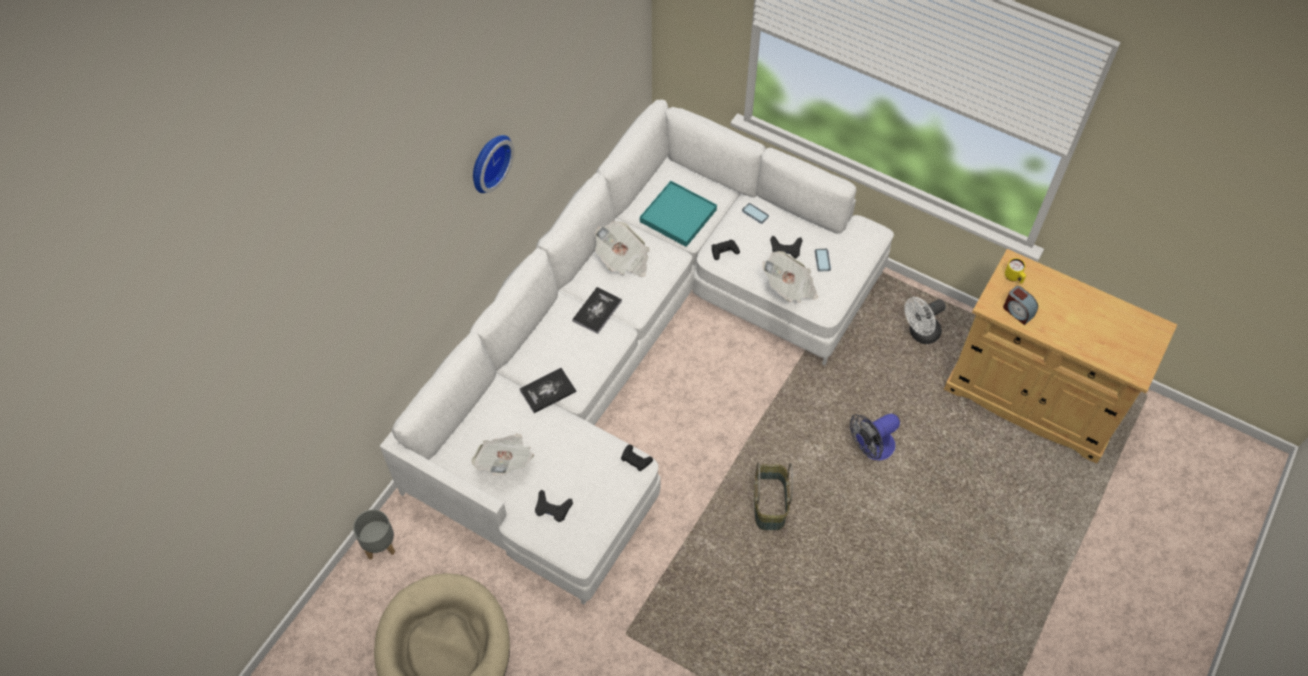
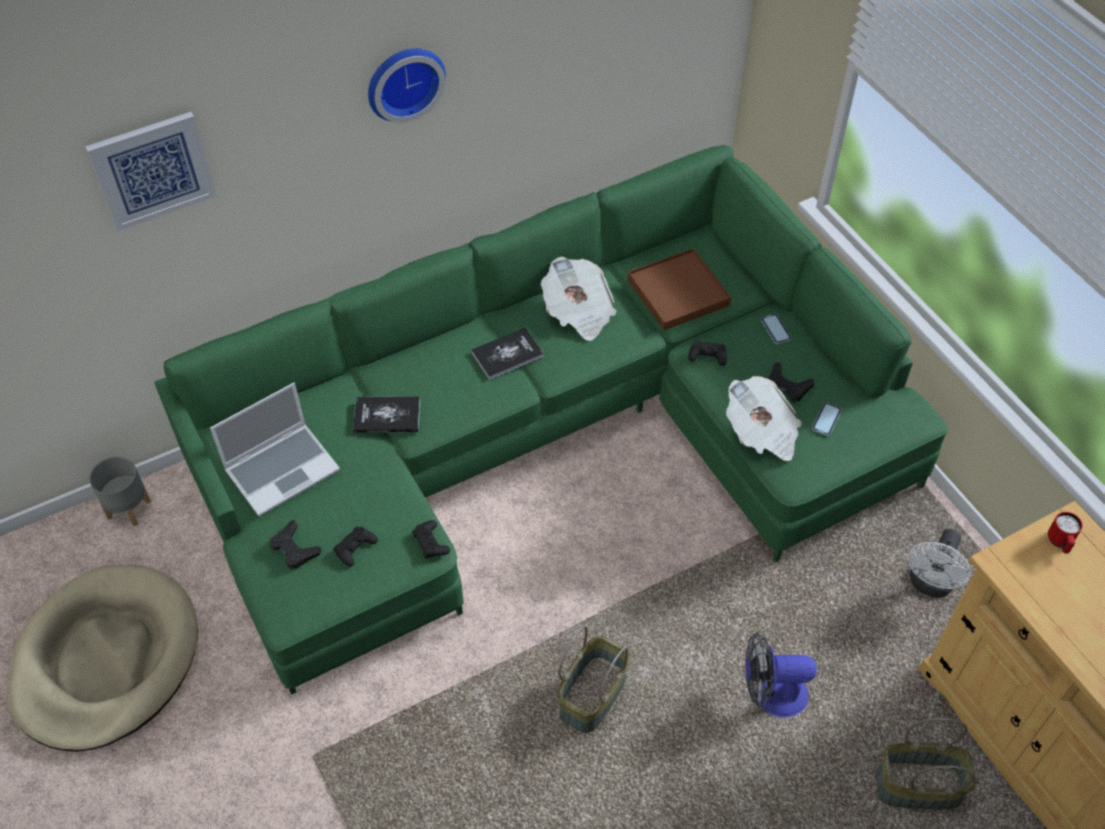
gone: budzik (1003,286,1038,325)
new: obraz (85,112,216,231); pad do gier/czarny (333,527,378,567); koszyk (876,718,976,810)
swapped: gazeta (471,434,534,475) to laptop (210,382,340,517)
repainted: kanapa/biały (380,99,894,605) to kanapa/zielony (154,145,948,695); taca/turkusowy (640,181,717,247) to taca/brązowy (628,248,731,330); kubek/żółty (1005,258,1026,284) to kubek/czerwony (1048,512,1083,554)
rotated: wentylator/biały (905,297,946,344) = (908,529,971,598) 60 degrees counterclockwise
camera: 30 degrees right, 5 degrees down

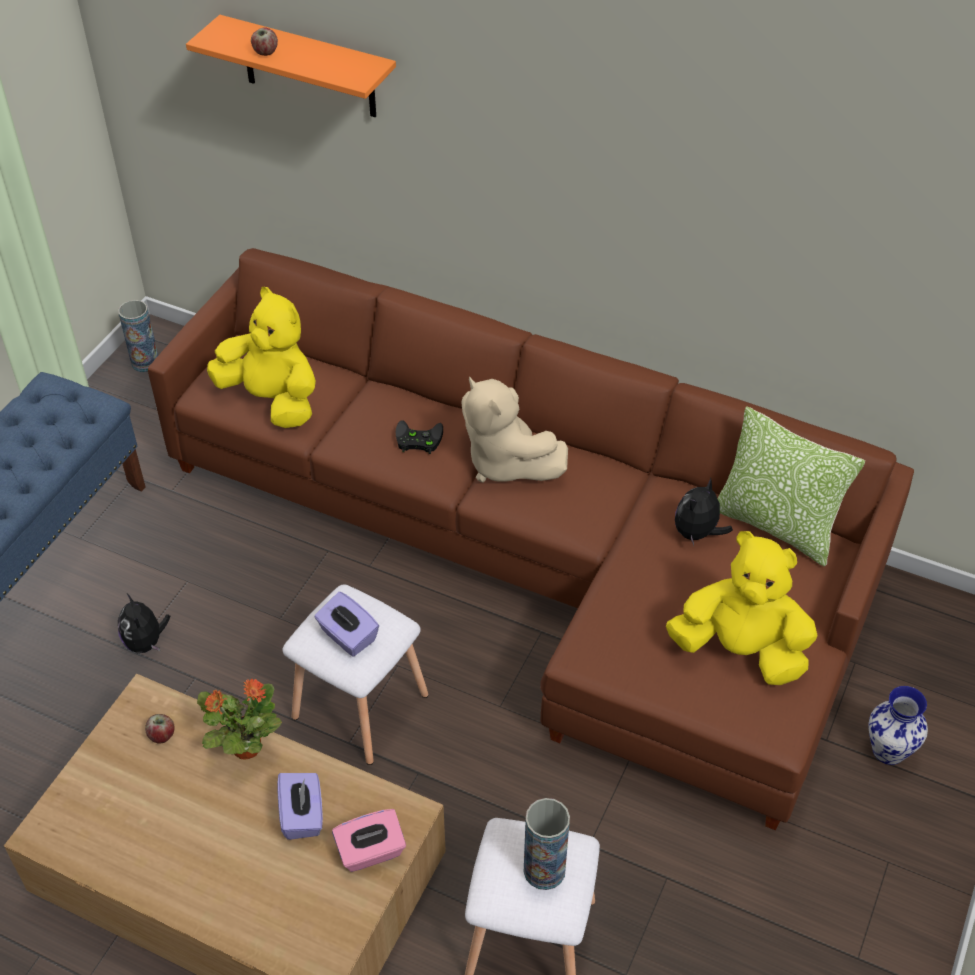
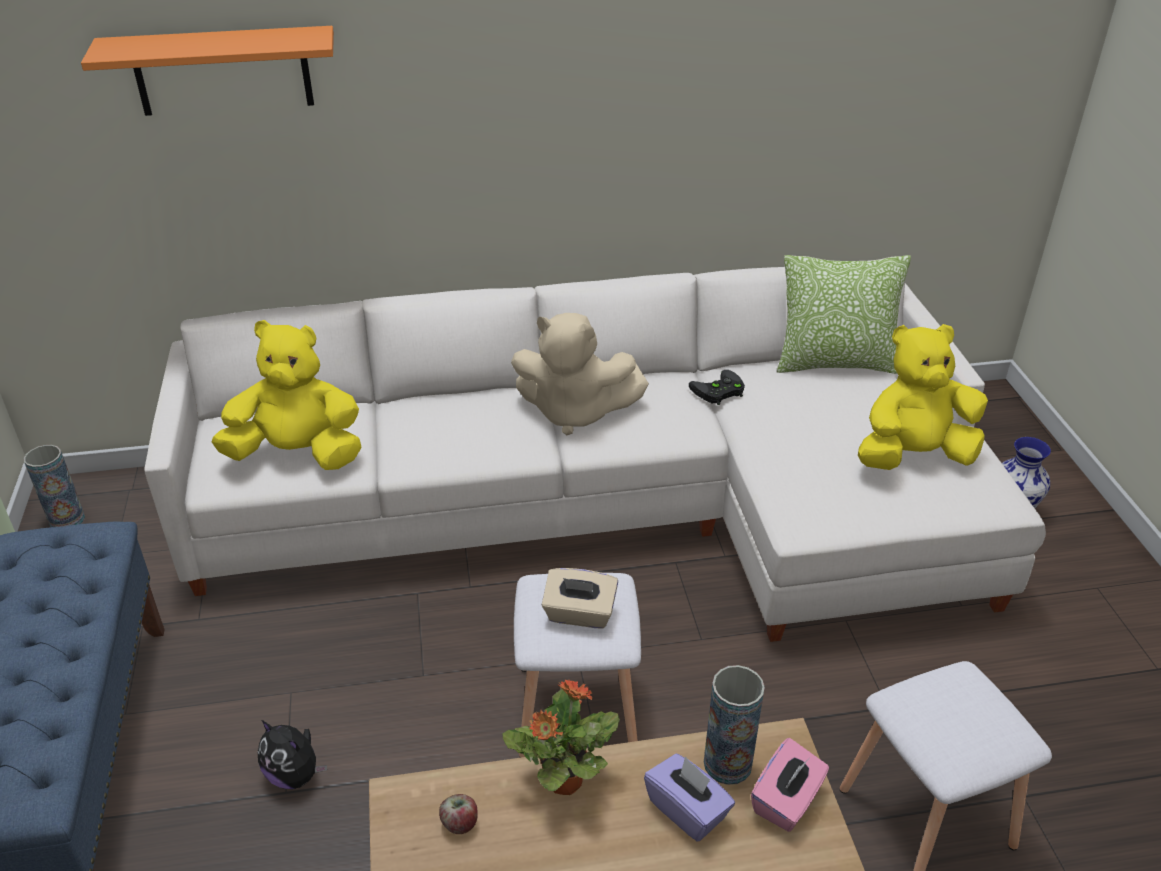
gone: jabłko (251,27,278,56); pluszak (675,478,733,545)
shifted: pad do gier/czarny (396,420,443,454) to (689,370,745,405); wazon (524,798,570,890) to (704,665,765,785)
repainted: kanapa/brązowy (148,248,914,830) to kanapa/biały (144,267,1046,642); pudełko chusteczek/fioletowy (314,592,379,657) to pudełko chusteczek/beżowy (542,568,618,629)
camera: 35 degrees left, 10 degrees down

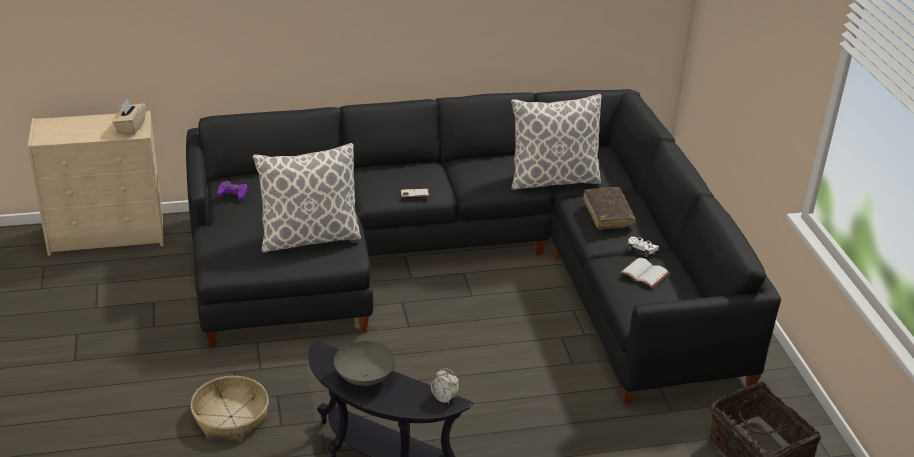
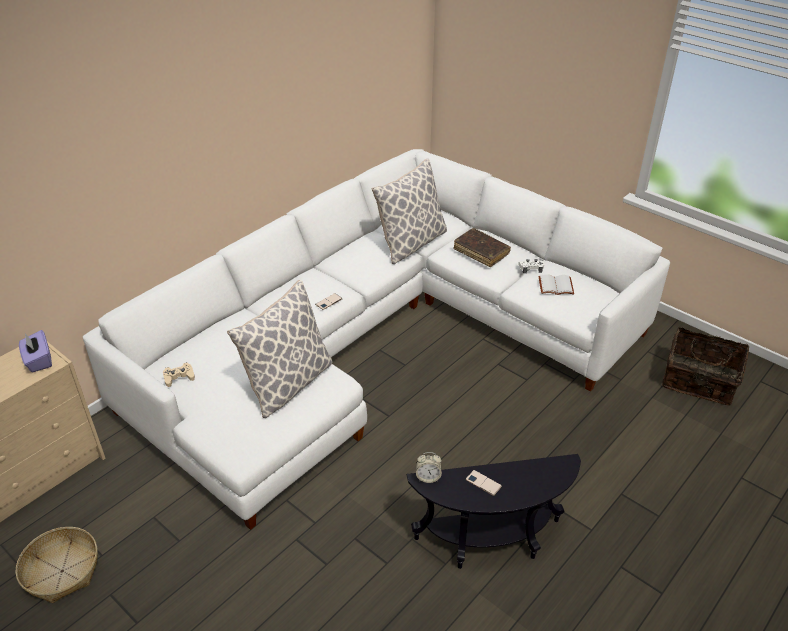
shifted: koszyk (191,376,269,439) to (16,527,98,603); budzik (431,368,460,404) to (416,452,442,483)
swapped: miska/szary (334,341,396,386) to telefon (465,470,502,496)
repainted: pudełko chusteczek/beżowy (112,99,146,135) to pudełko chusteczek/fioletowy (19,330,52,372); kanapa/czarny (186,89,781,404) to kanapa/biały (83,149,670,530); pad do gier/fioletowy (217,181,248,201) to pad do gier/beżowy (163,362,195,387)
camera: 35 degrees left, 5 degrees up

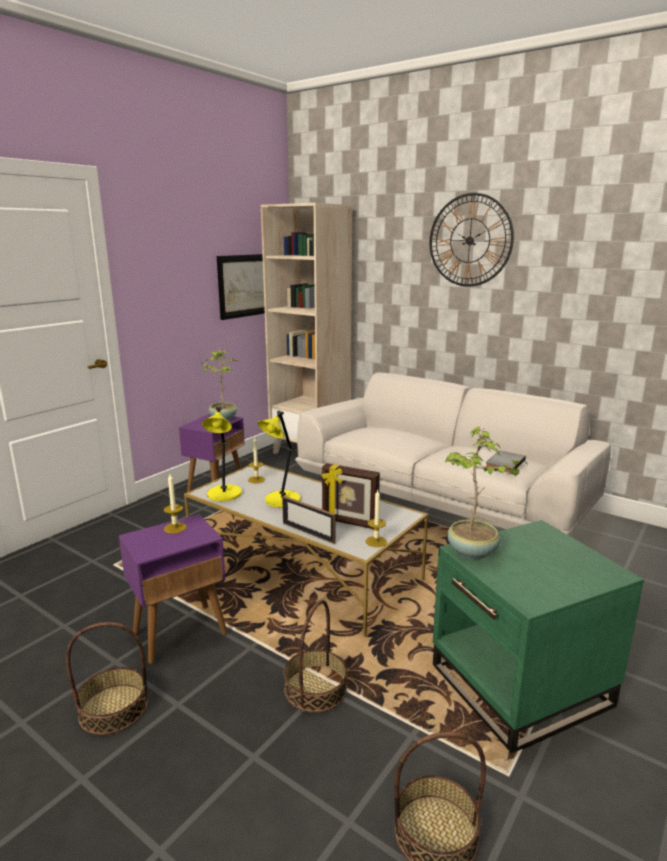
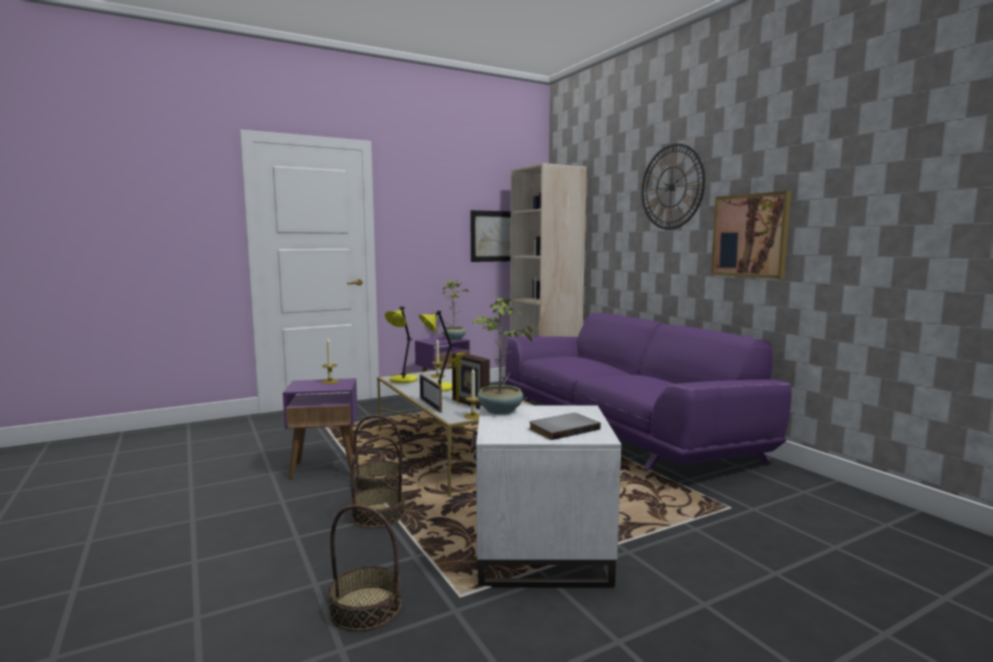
new: obraz (711,191,791,279)
shifted: koszyk (66,622,148,735) to (354,415,403,492); książka/szary (486,451,526,473) to (529,413,601,440)
repainted: kanapa/biały (295,372,611,535) to kanapa/fioletowy (503,313,791,470); stolik/zielony (433,520,644,753) to stolik/biały (471,406,622,588)
camera: 25 degrees right, 10 degrees down

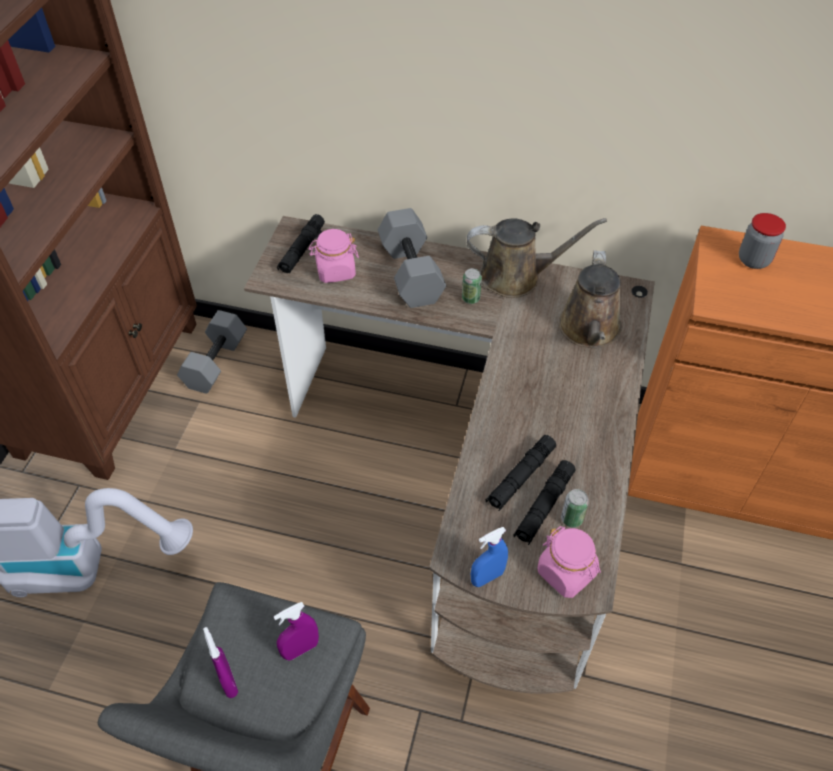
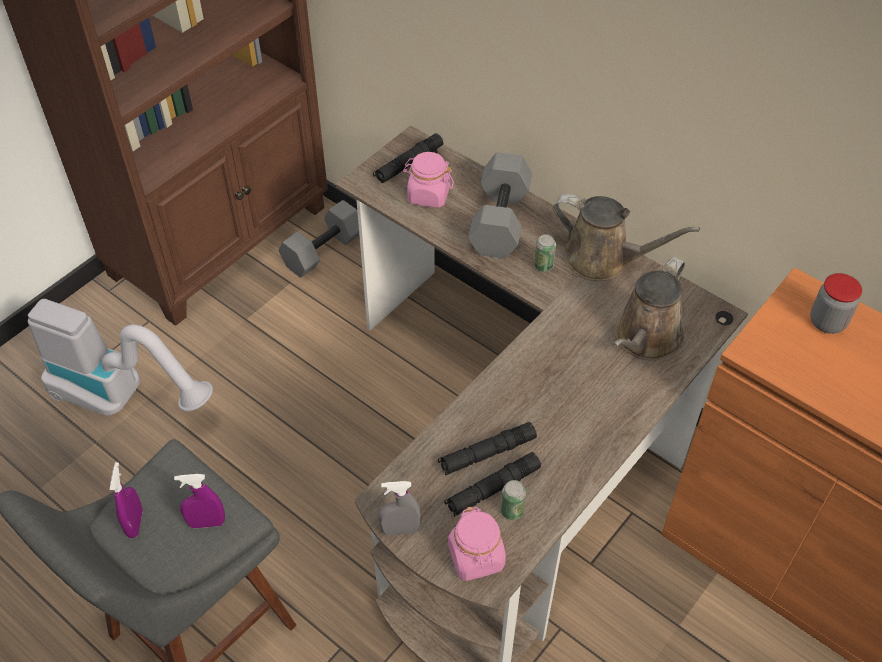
repainted: spryskiwacz/niebieski (471,527,508,587) to spryskiwacz/szary (378,481,421,536)
camera: 25 degrees right, 0 degrees up

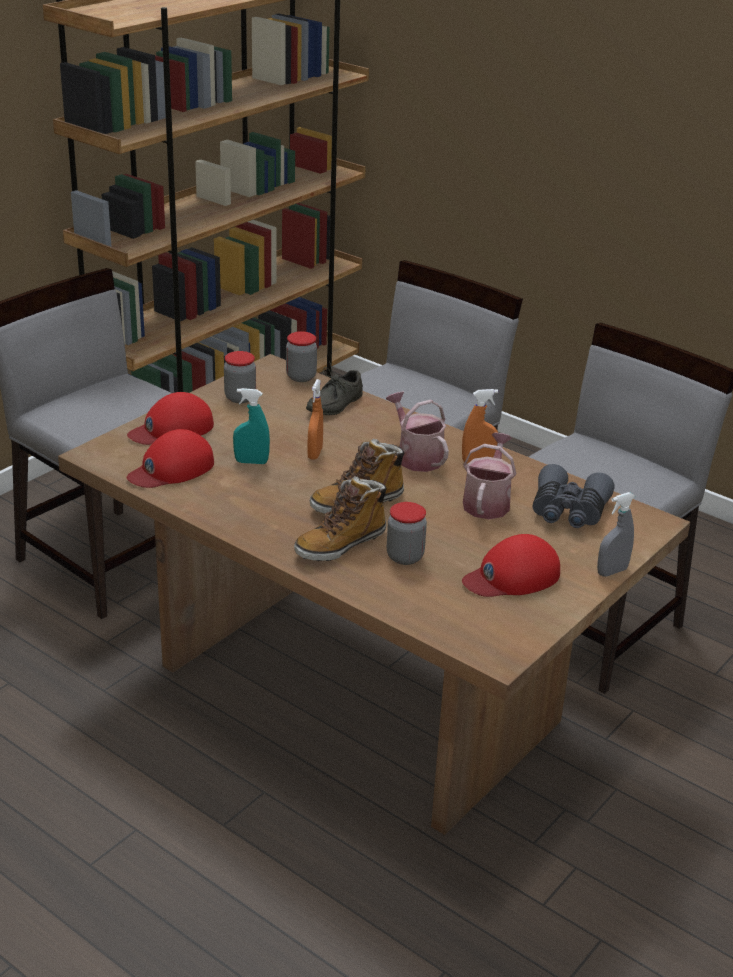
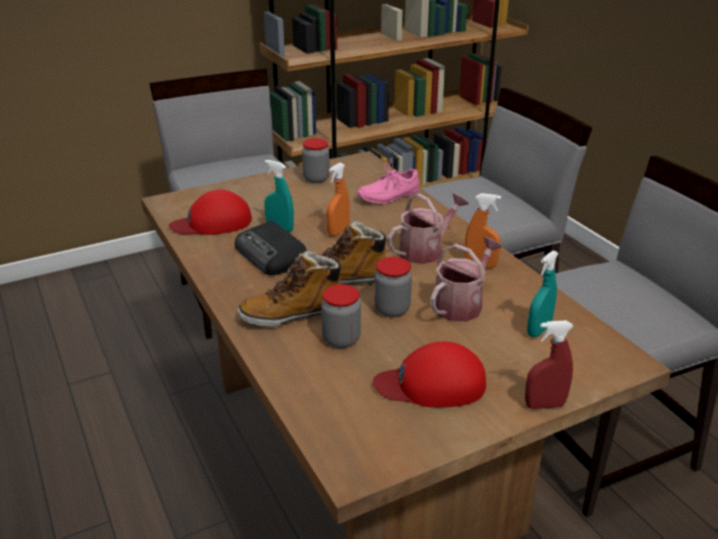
gone: czapka z daszkiem/czerwony (127,392,214,445)
new: radio (235,221,307,275)
shifted: słoik (286,331,317,382) to (374,257,412,317)
swapped: lornetka/szary (532,464,615,528) to spryskiwacz/turkusowy (527,251,559,337)
repainted: but/szary (306,361,363,415) to but/różowy (357,157,419,204); spryskiwacz/szary (597,492,635,576) to spryskiwacz/czerwony (525,321,574,409)
rotated: konewka (386,392,449,472) = (387,193,469,264) 60 degrees clockwise
camera: 25 degrees right, 0 degrees up

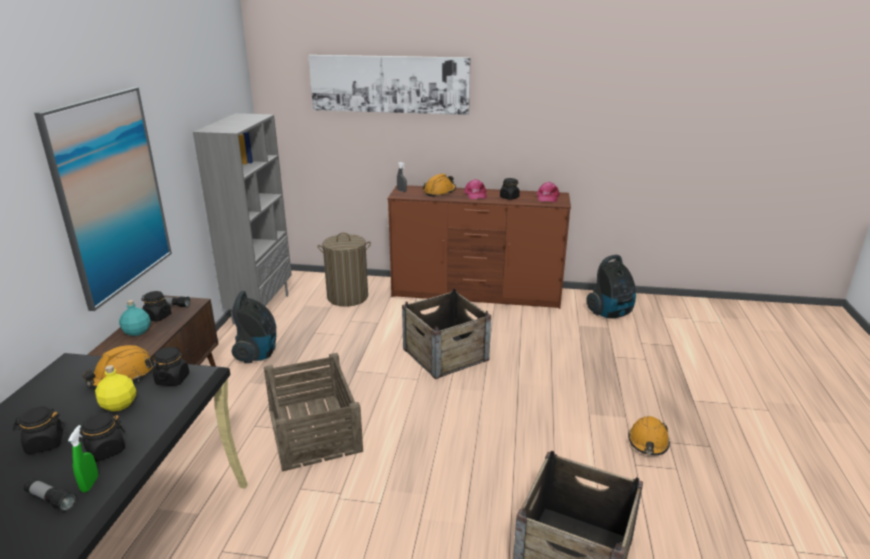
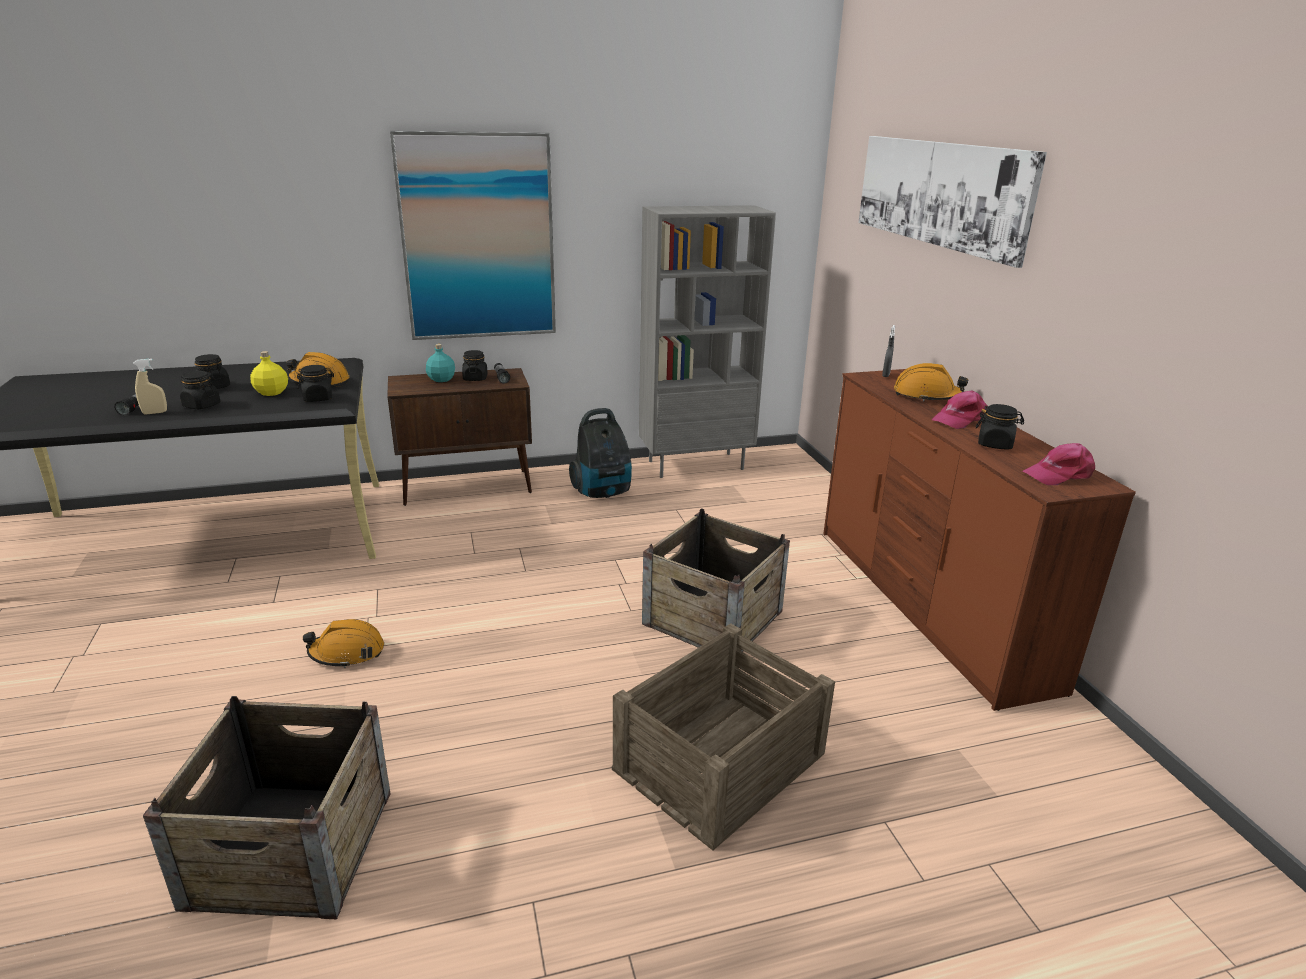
gone: kosz na pranie (317,233,371,307); odkurzacz (586,255,636,319)
shifted: skrzynka (264,353,363,472) to (612,624,835,850); kask/pomarańczowy (628,416,670,455) to (303,619,384,668)
repainted: spryskiwacz/zielony (68,425,98,493) to spryskiwacz/beżowy (133,359,167,415)
camera: 65 degrees right, 0 degrees up

